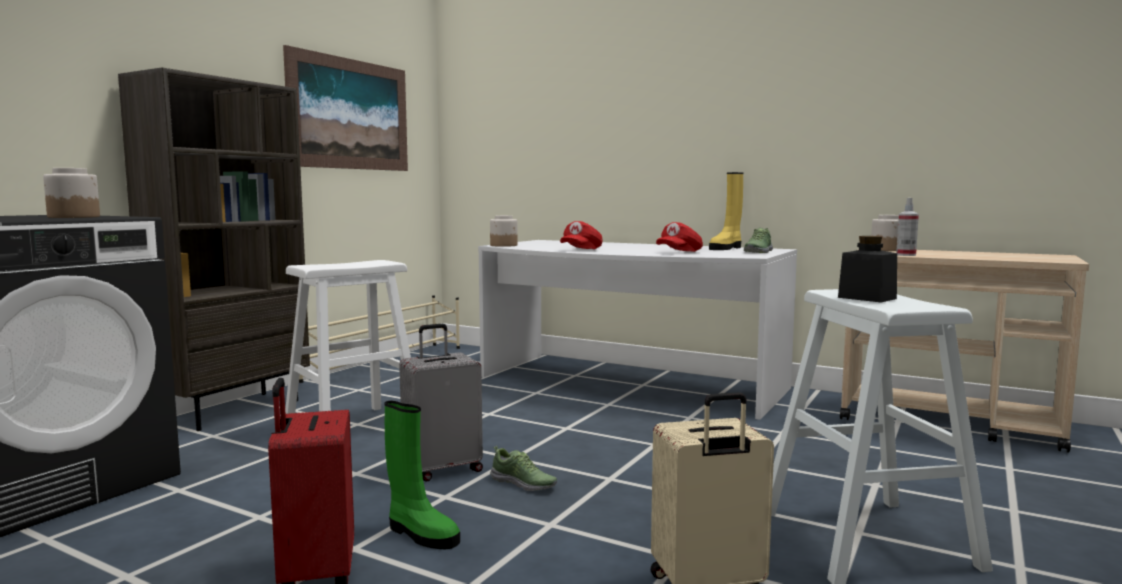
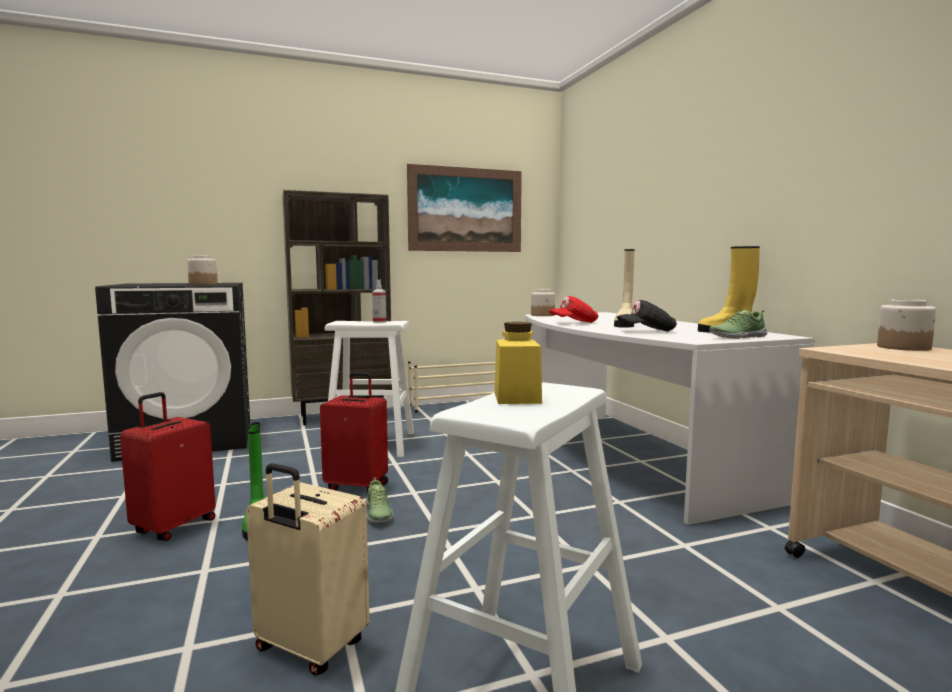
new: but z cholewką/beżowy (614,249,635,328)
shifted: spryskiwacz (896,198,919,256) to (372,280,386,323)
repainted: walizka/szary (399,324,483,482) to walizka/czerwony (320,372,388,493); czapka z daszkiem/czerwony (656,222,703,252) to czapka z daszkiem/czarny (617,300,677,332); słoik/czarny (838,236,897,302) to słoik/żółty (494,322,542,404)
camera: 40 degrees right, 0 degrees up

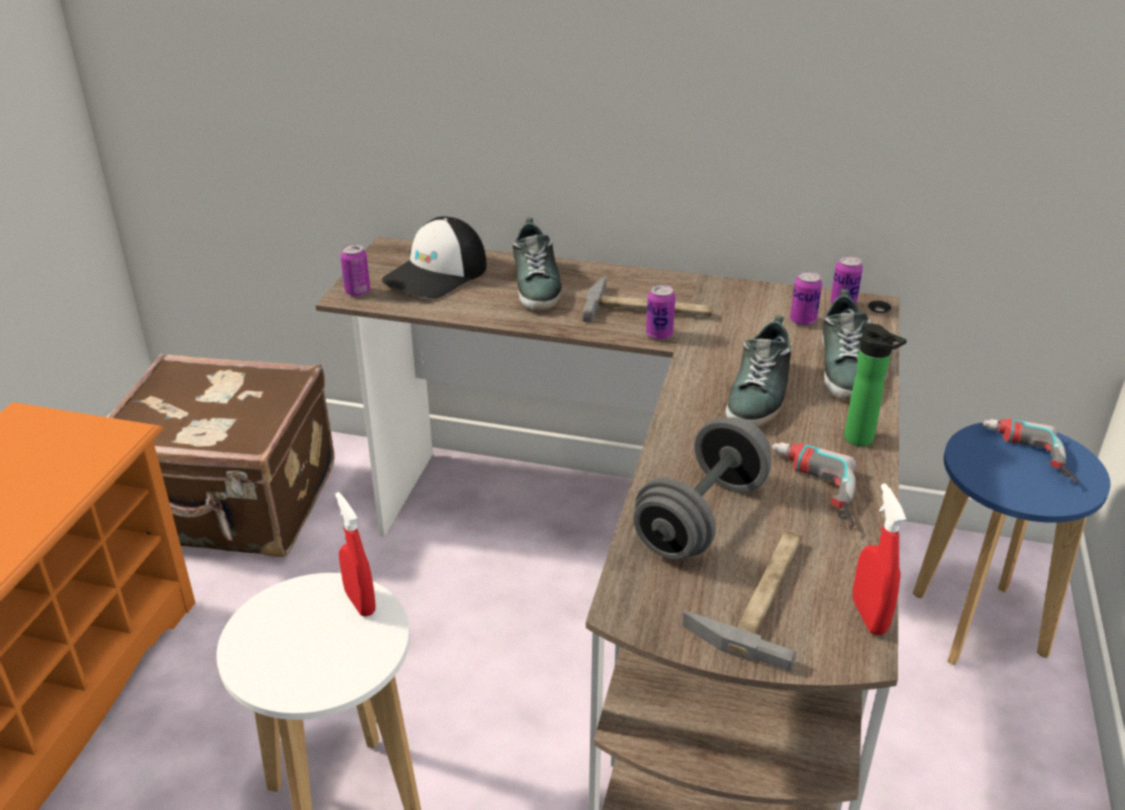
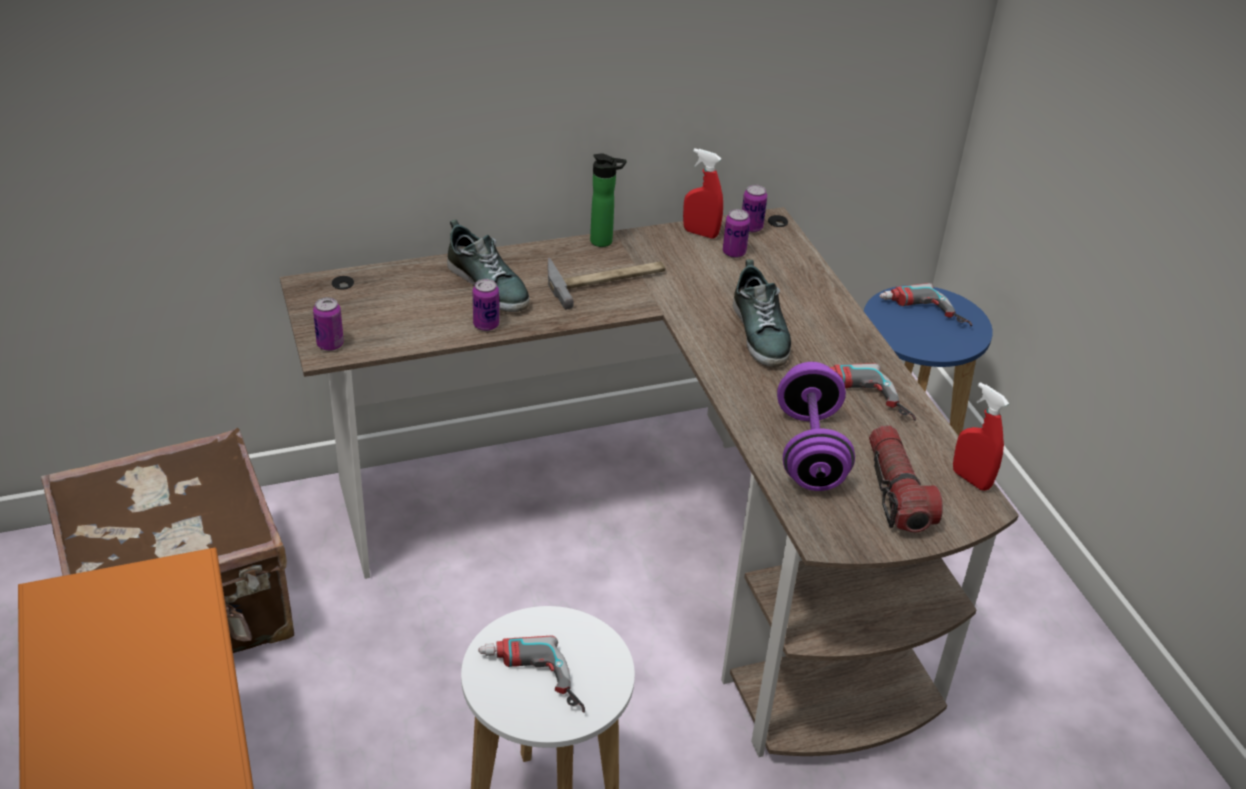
gone: czapka z daszkiem (382,216,487,298); but (822,289,871,400)
new: wiertarka (478,635,585,713)
shifted: spryskiwacz/czerwony (335,492,376,617) to (683,148,723,239); puszka (646,284,675,340) to (473,279,499,331); butelka (844,323,907,446) to (590,153,627,247)
swapped: młotek (682,531,802,671) to latarka (869,425,943,533)
repainted: hantel/szary (633,417,771,559) to hantel/fioletowy (777,362,855,491)
camera: 35 degrees left, 5 degrees up

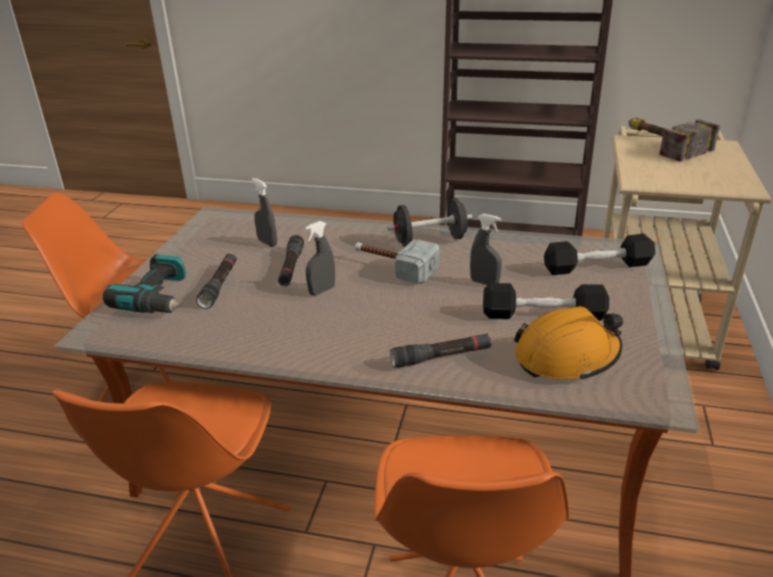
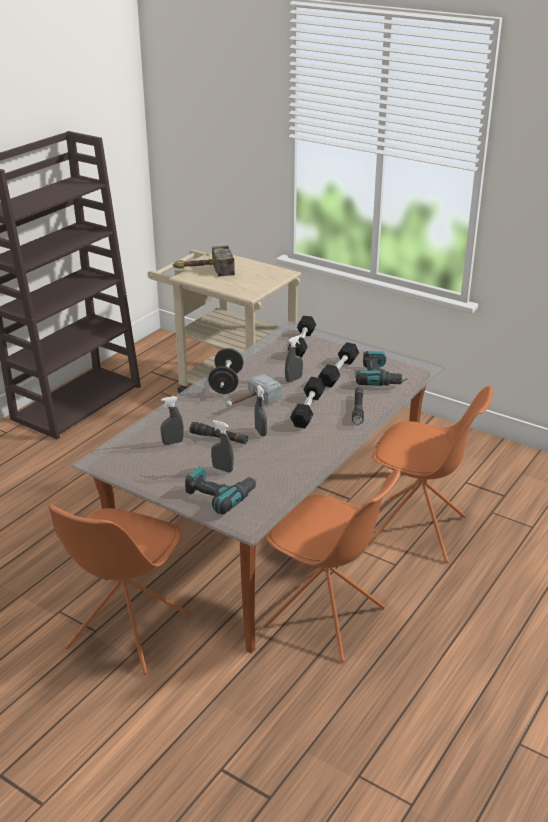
new: hantel/czarny (290,377,325,428)
swapped: latarka/czarny (196,254,237,309) to spryskiwacz/szary (211,420,234,472); kask/pomarańczowy (514,306,623,381) to wiertarka (356,351,408,386)
camera: 70 degrees left, 0 degrees up

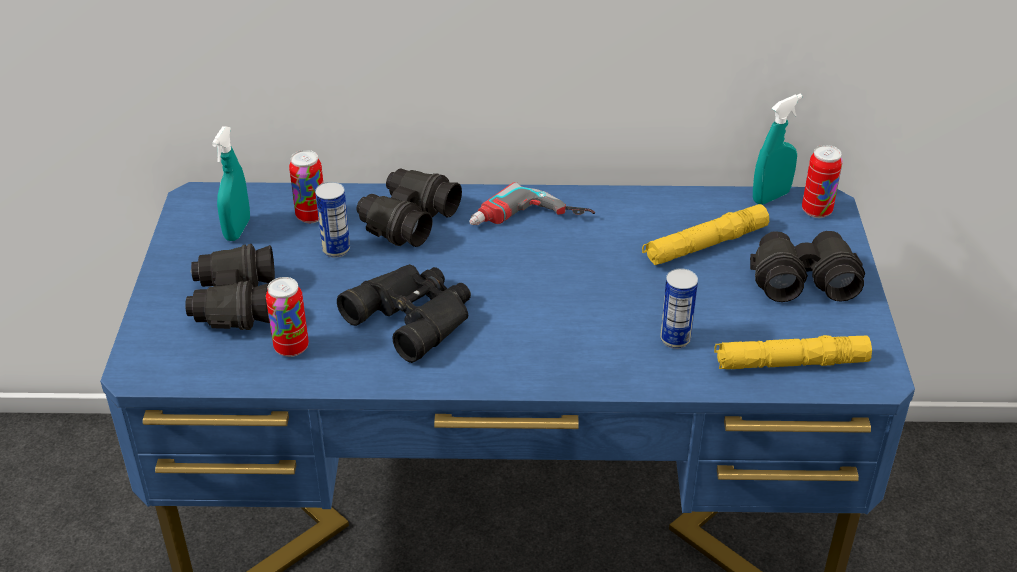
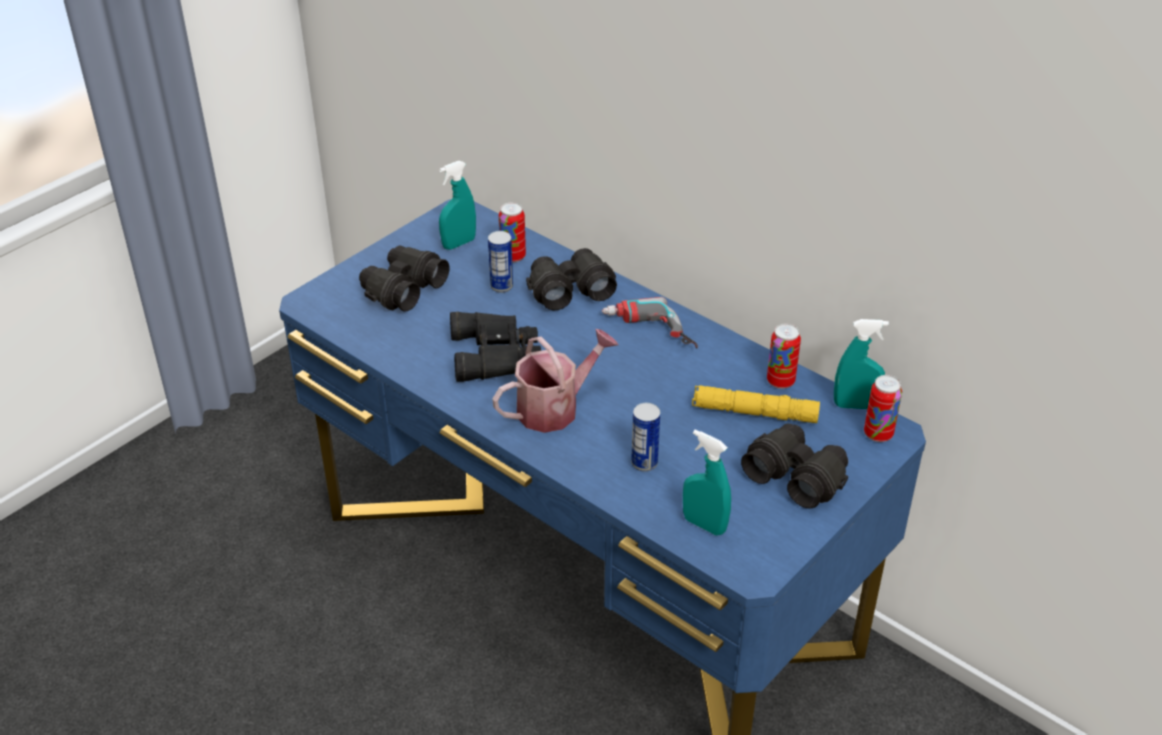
new: konewka (492,329,618,433)
shifted: puszka (266,277,309,357) to (767,324,801,389)
swapped: latarka/żółty (714,335,872,369) to spryskiwacz/turkusowy (683,430,731,535)
camera: 40 degrees right, 0 degrees up

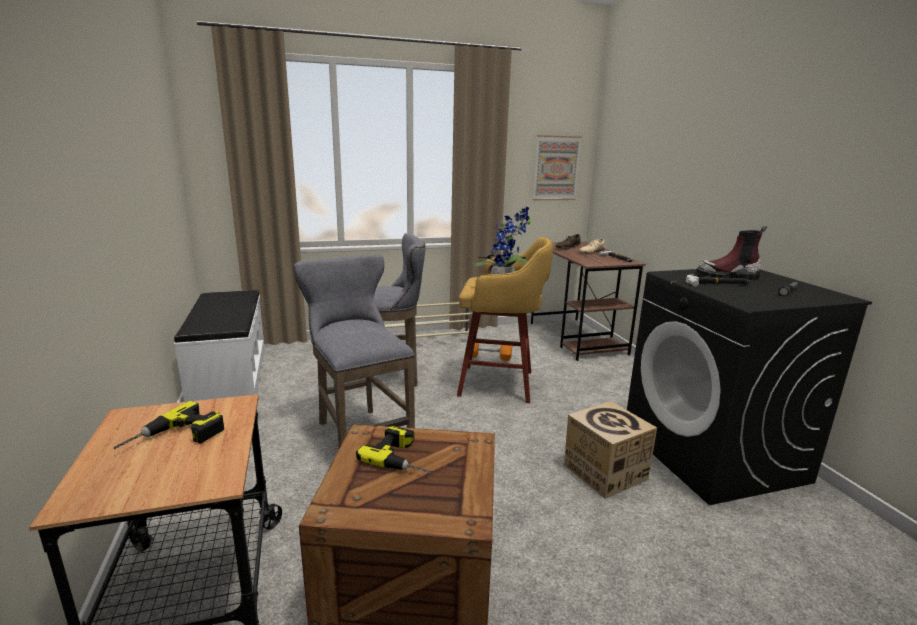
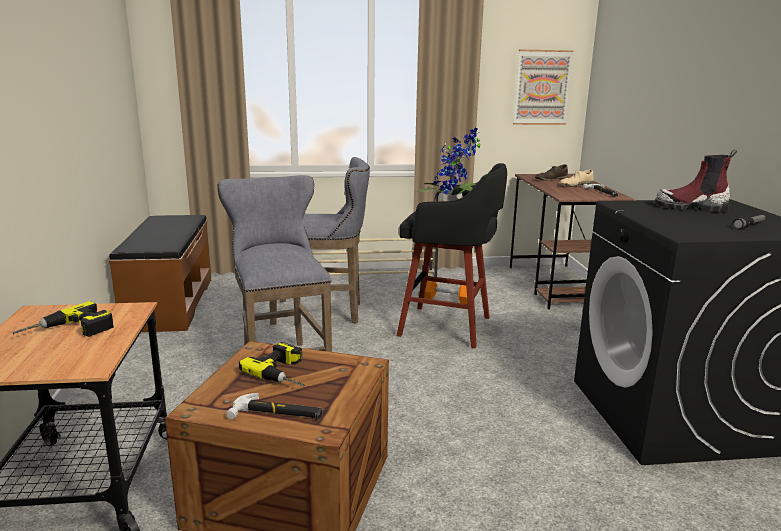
gone: karton (564,401,657,499)
shifted: młotek (686,275,750,287) to (226,393,322,420)
repainted: ławka/biały (174,290,265,402) to ławka/brązowy (109,215,211,332); stołek/żółty (457,237,553,403) to stołek/czarny (397,163,507,348)
camera: 10 degrees right, 0 degrees up

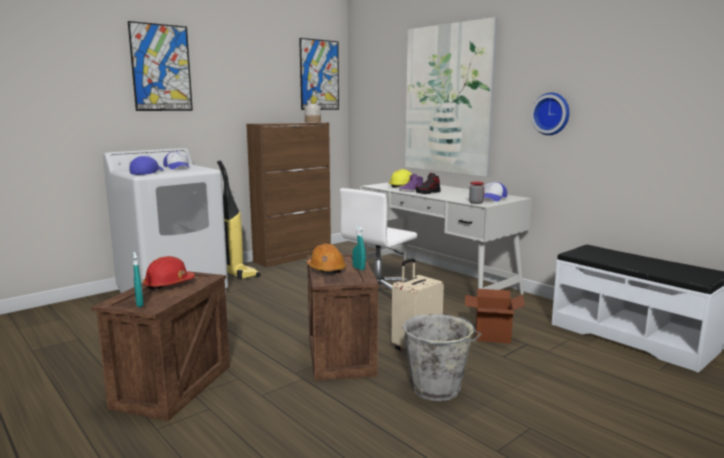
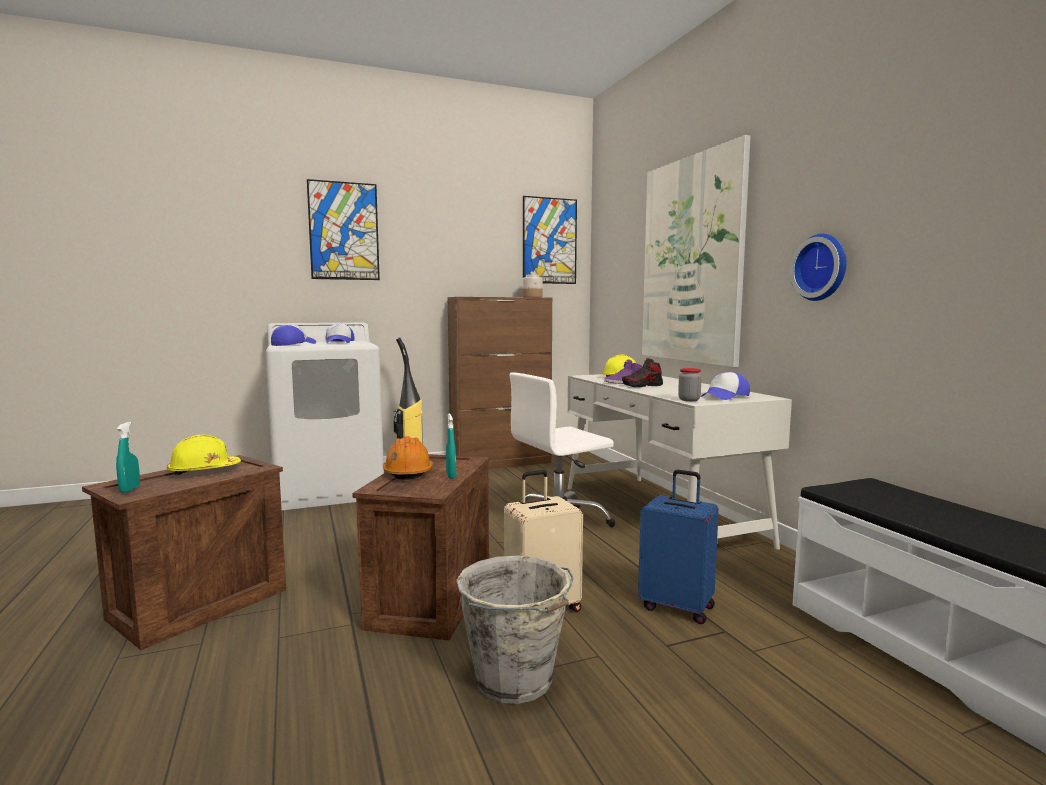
swapped: karton (465,289,525,344) to walizka/niebieski (638,470,719,624)
repainted: kask/czerwony (143,256,195,290) to kask/żółty (167,435,241,475)
camera: 20 degrees right, 5 degrees down

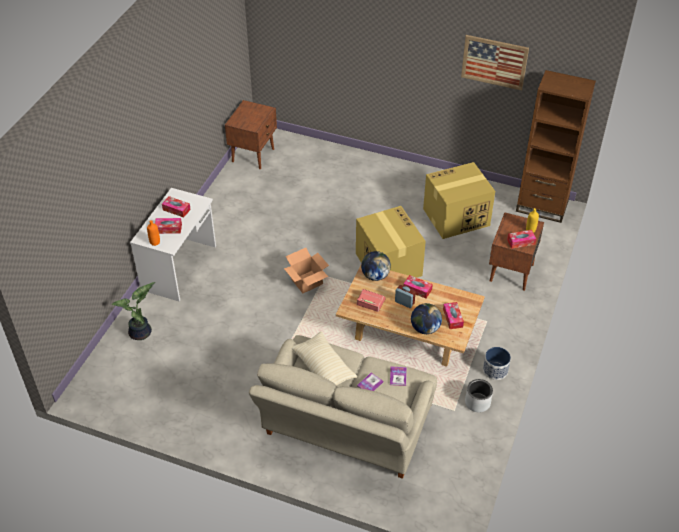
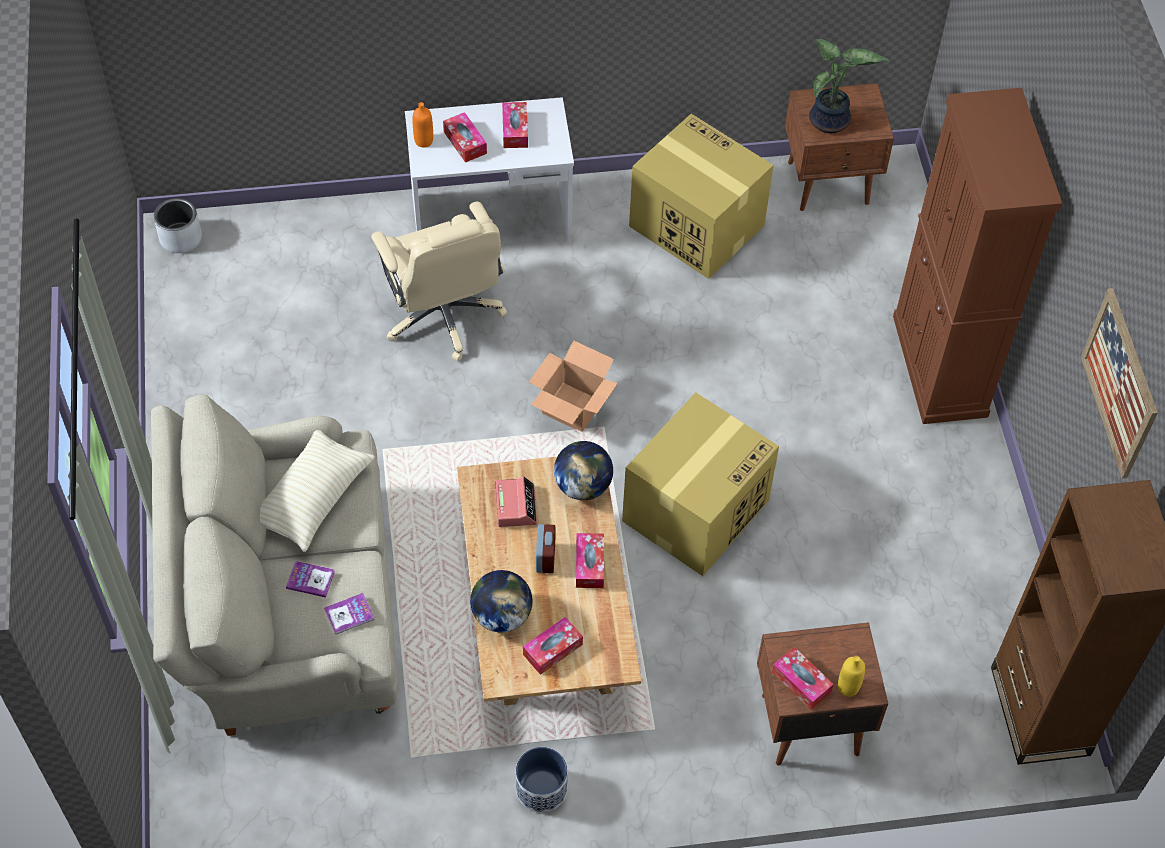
new: krzesło biurowe/beżowy (371,202,507,361); szafka/brązowy (893,88,1062,424)
shifted: roślina doniczkowa (112,282,155,340) to (809,39,890,133); karton (423,162,495,239) to (629,114,774,279); donica/szary (465,379,493,412) to (154,198,202,253)
camera: 60 degrees right, 10 degrees up

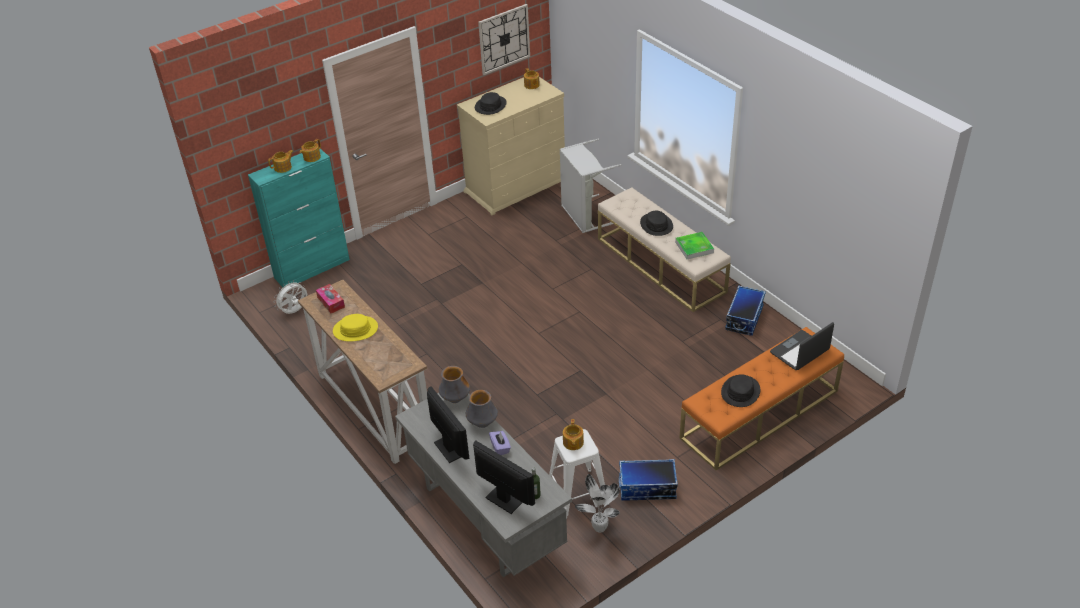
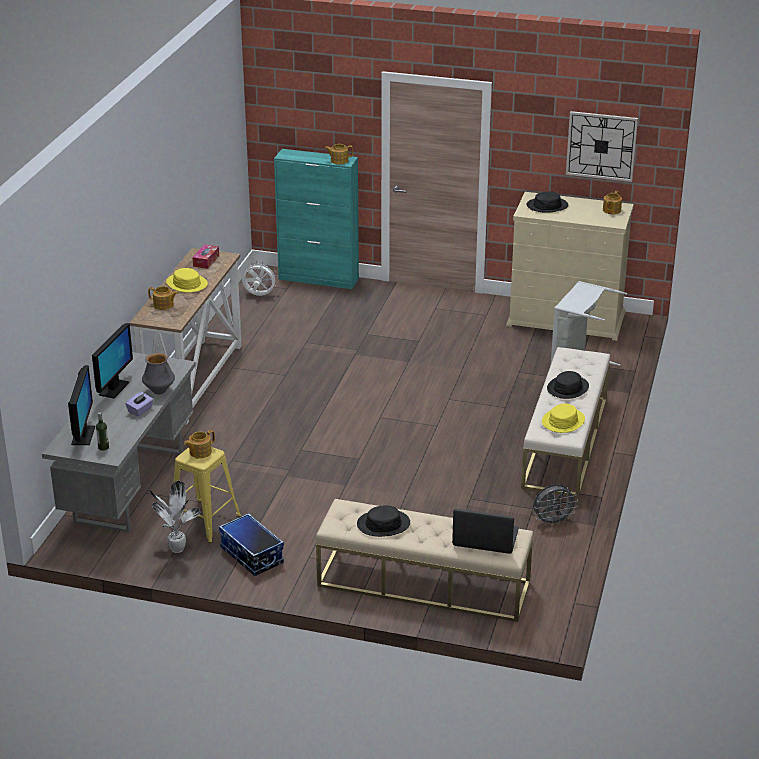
gone: wazon (439,366,470,403)
shifted: imbryk (268,150,293,173) to (148,286,178,310)
swapped: taca (675,232,714,259) to kapelusz/żółty (542,403,585,433); pojemnik do przechowywania (725,285,766,336) to wentylator/szary (533,484,578,526)
repainted: stołek/biały (549,429,610,520) to stołek/żółty (168,447,241,543); ławka/pomarańczowy (679,327,844,470) to ławka/beżowy (316,499,533,622)
camera: 50 degrees right, 10 degrees down

